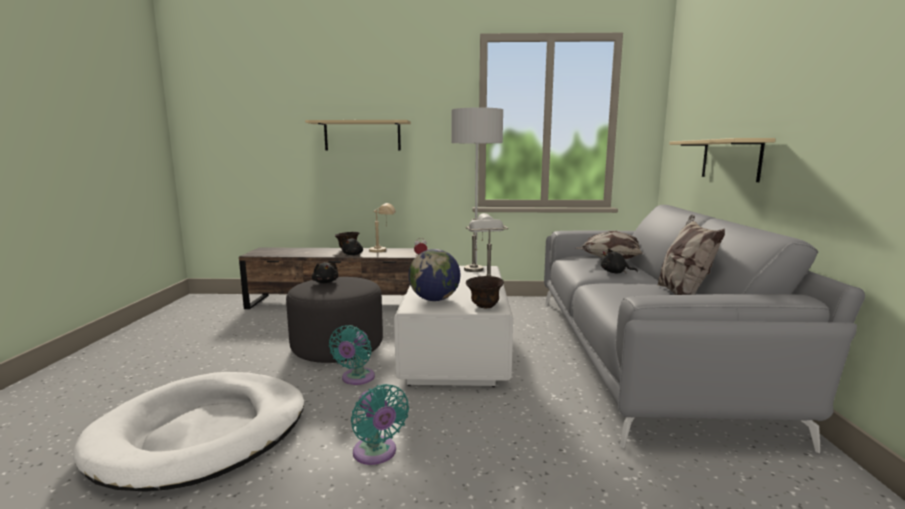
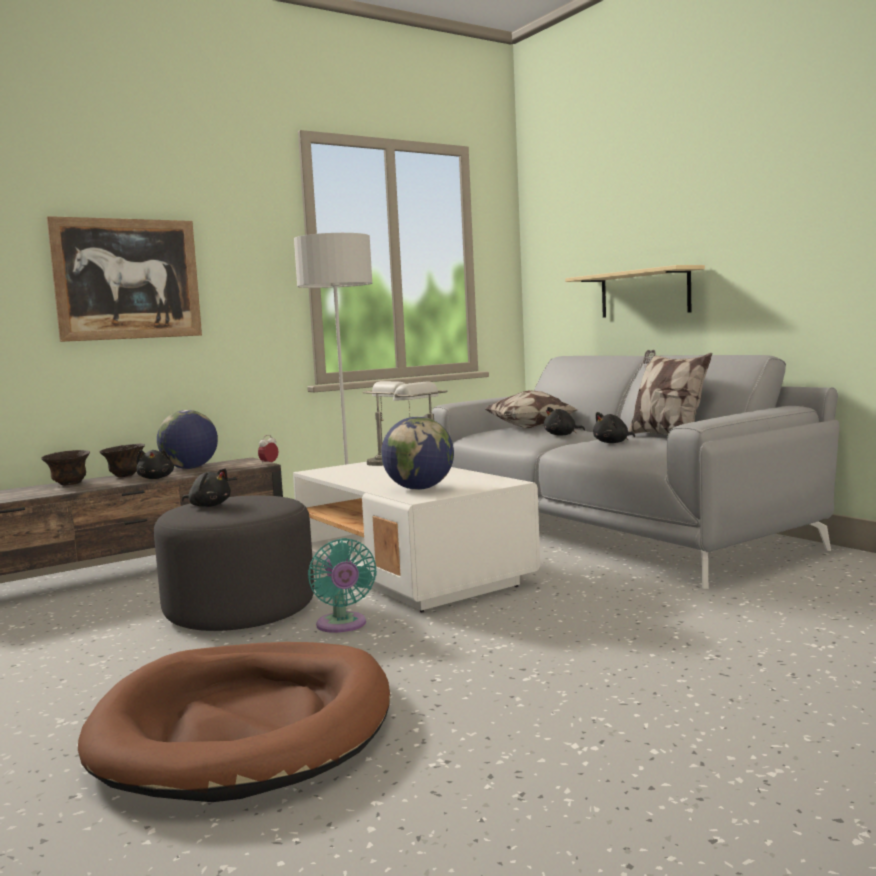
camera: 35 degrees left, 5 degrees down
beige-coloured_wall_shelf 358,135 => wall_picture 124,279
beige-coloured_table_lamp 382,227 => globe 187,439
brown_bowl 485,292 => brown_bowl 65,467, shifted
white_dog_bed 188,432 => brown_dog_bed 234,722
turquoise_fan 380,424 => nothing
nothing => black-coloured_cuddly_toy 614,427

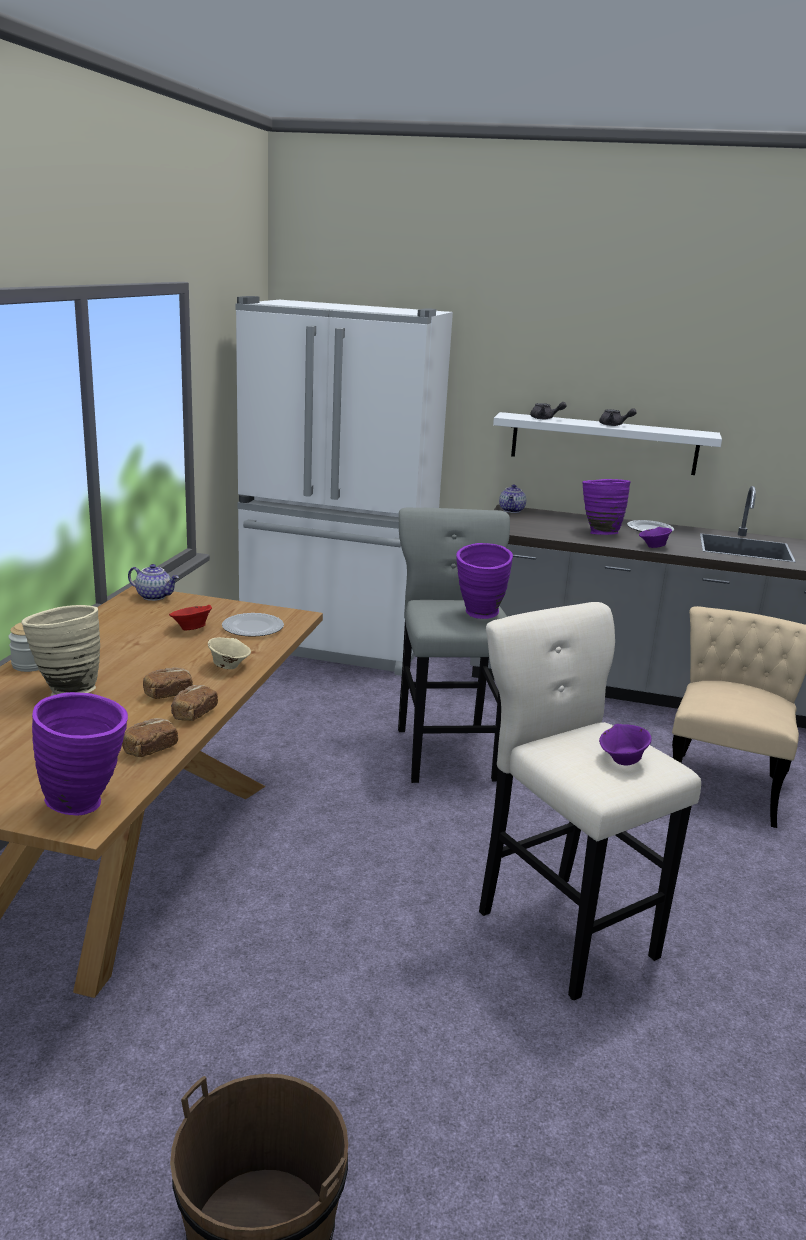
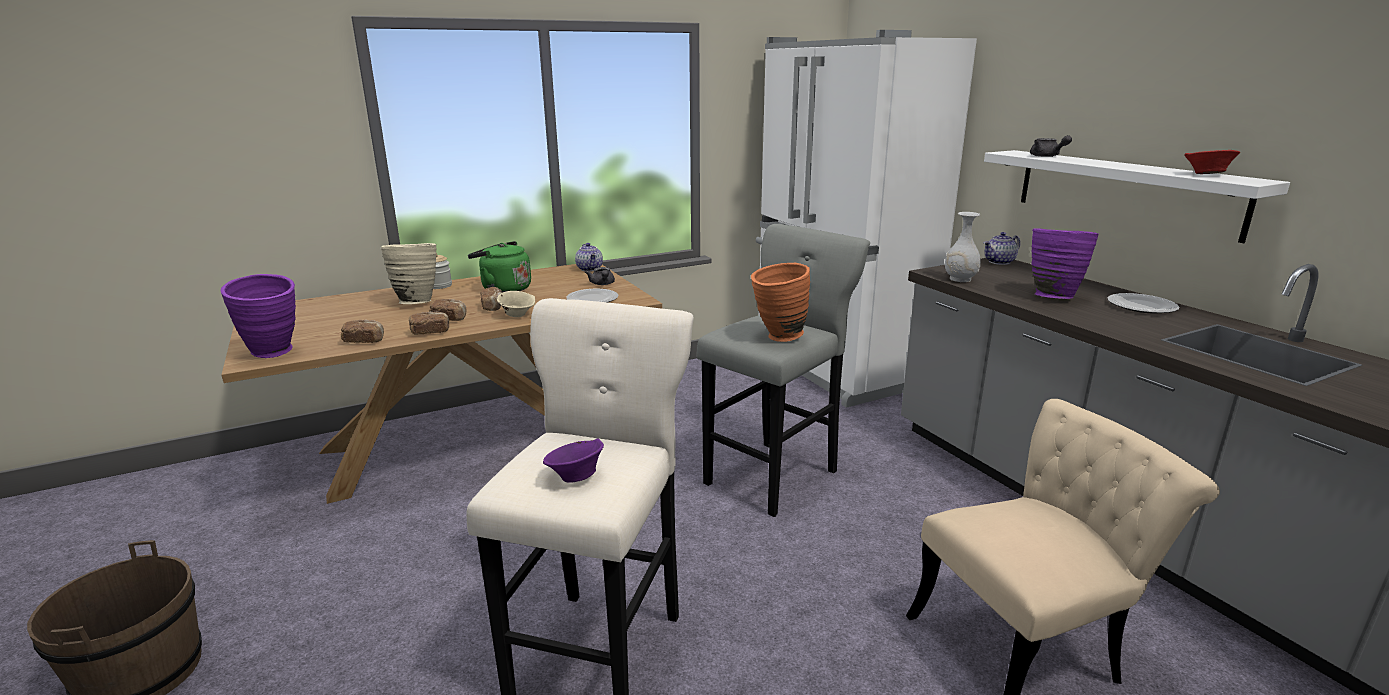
camera: 50 degrees right, 0 degrees up
greyish_tea_pot 618,417 => greyish_tea_pot 600,276, shifted
purple_bowl 655,537 => nothing
purple_vase 484,581 => orange-coloured_vase 780,302
reddish_bowl 190,617 => reddish_bowl 1212,162, shifted
nothing => white_vase 963,247
nothing => green-coloured_water_kettle 499,267
nothing => bread 491,299

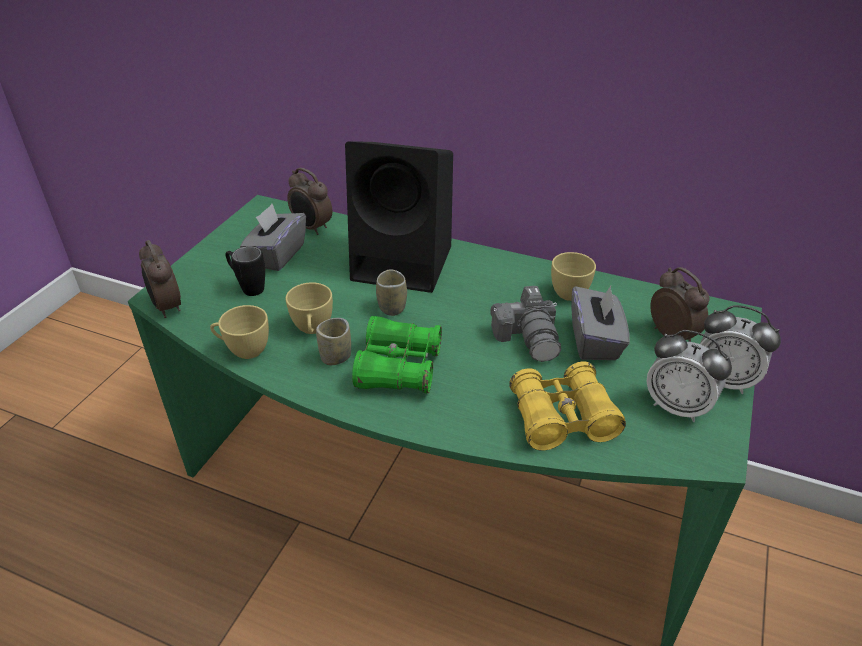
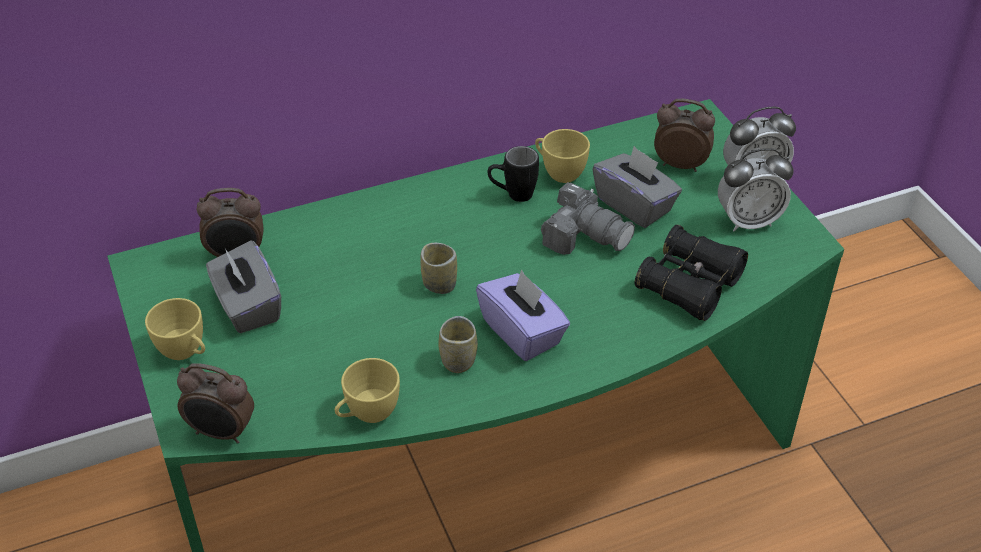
camera: 45 degrees left, 5 degrees up
black-coloured_loudspeaker 399,217 => nothing
black-coloured_tea_mug 245,271 => black-coloured_tea_mug 513,174, shifted
yellow_small_cup 309,308 => yellow_small_cup 175,329, shifted
green-coloured_pair_of_binoculars 397,355 => purple_tissue_holder 523,315
yellow_pair_of_binoculars 567,406 => black-coloured_pair_of_binoculars 691,273

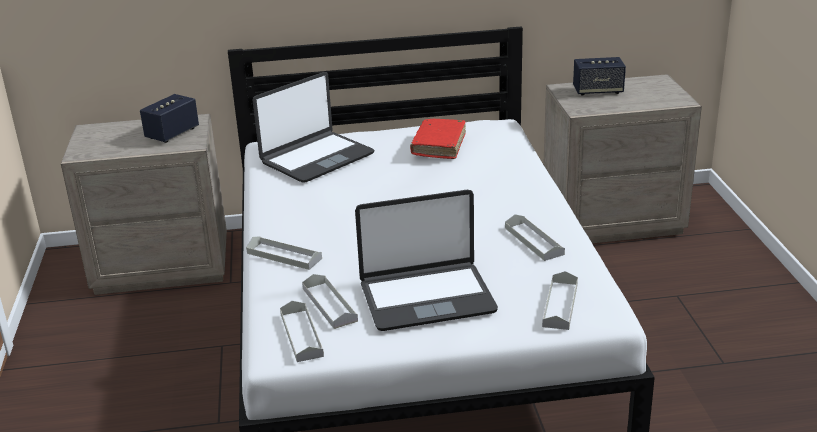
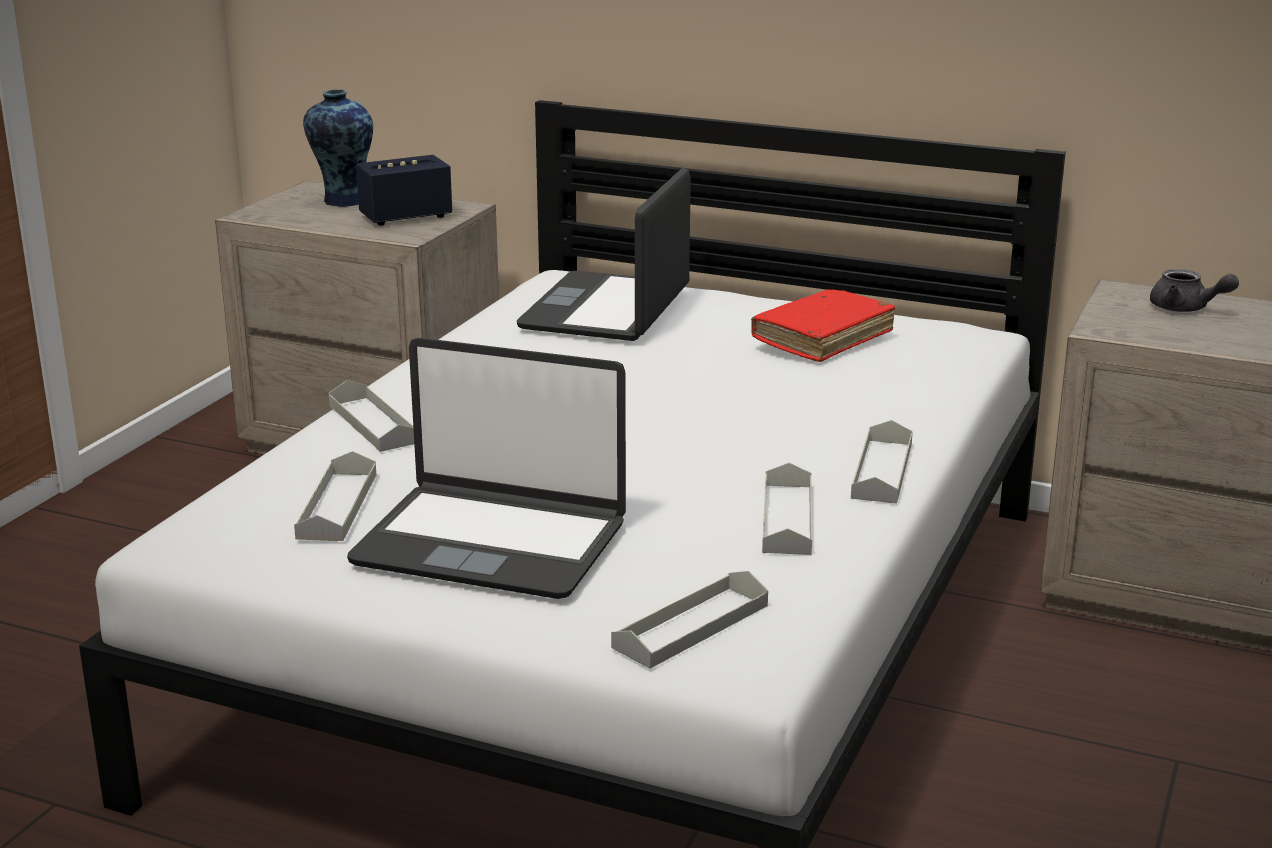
camera: 30 degrees right, 5 degrees down
loudspeaker 599,76 => greyish_tea_pot 1194,290
portable_computer 313,127 => portable_computer 604,254, 120 degrees clockwise
greyish_tray 302,331 => greyish_tray 882,462, shifted
nothing => vase 338,148

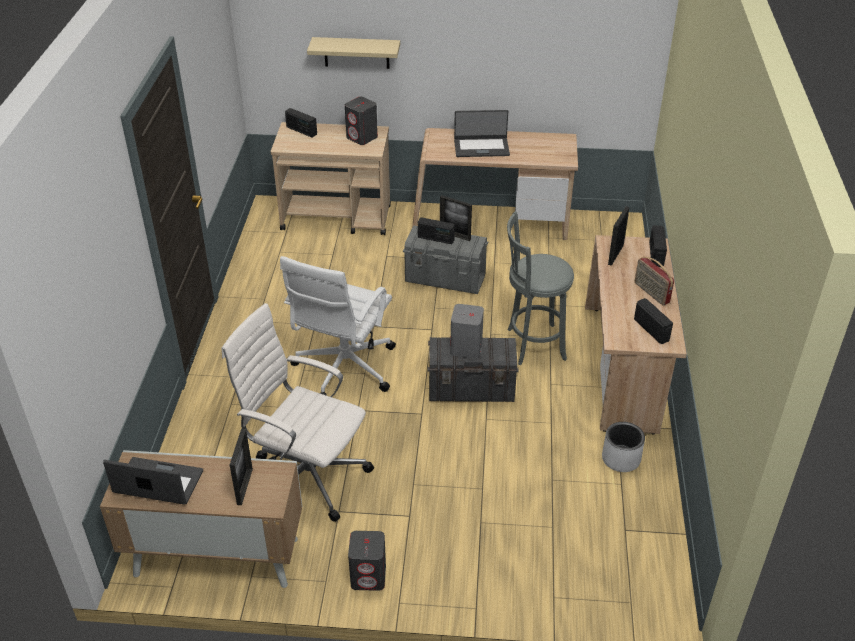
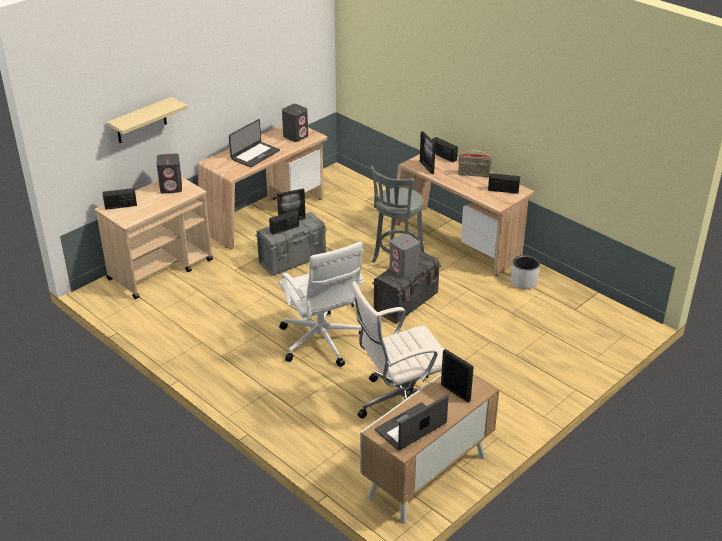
camera: 50 degrees left, 5 degrees down
greyish_loudspeaker 367,561 => greyish_loudspeaker 295,123, shifted

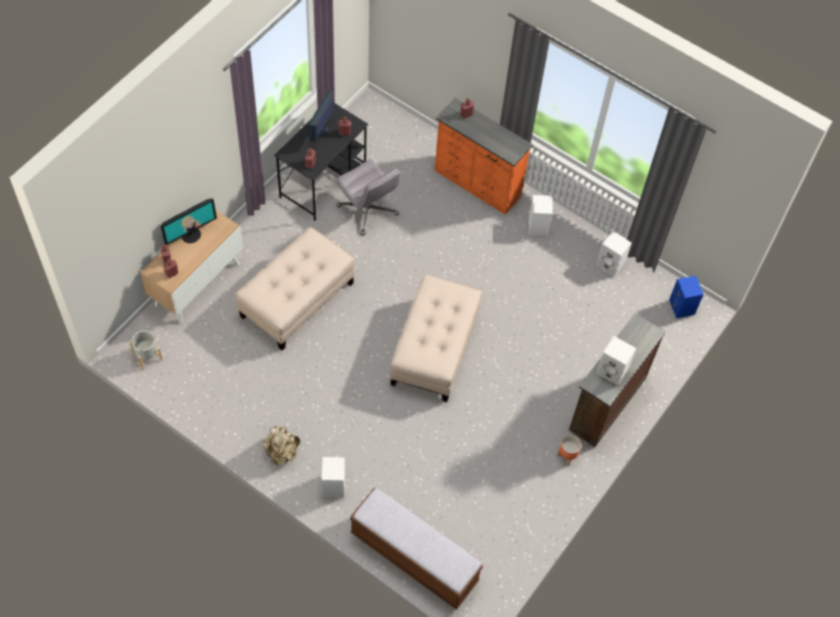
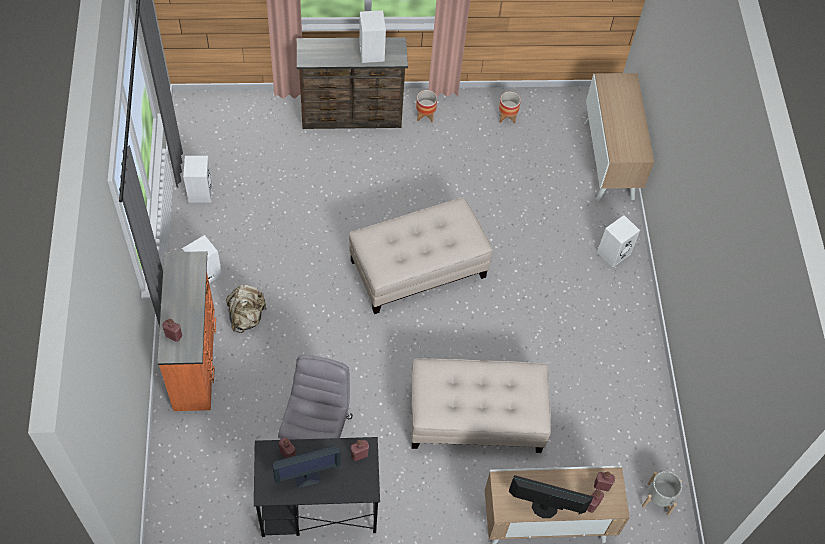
camera: 130 degrees left, 0 degrees up
blue_loudspeaker 686,297 => nothing
beige-coloured_knapsack 281,445 => beige-coloured_knapsack 246,309, shifted
long_seat 416,549 => cupboard 619,137
nothing => flower_pot 510,107

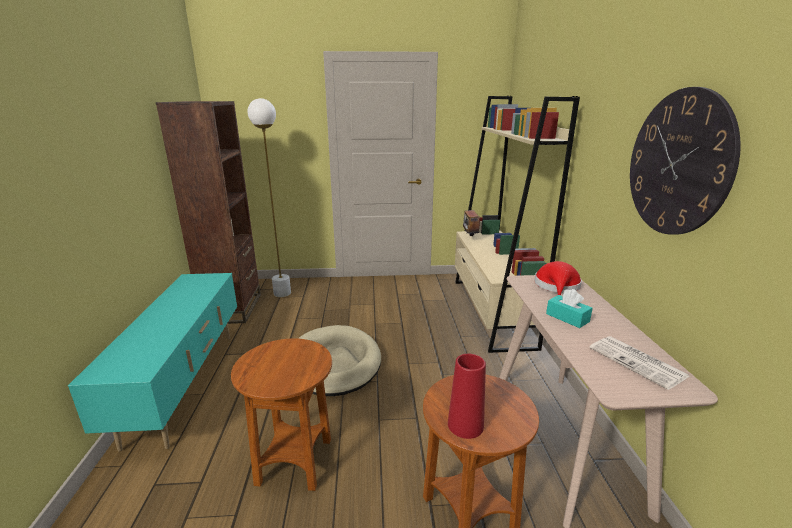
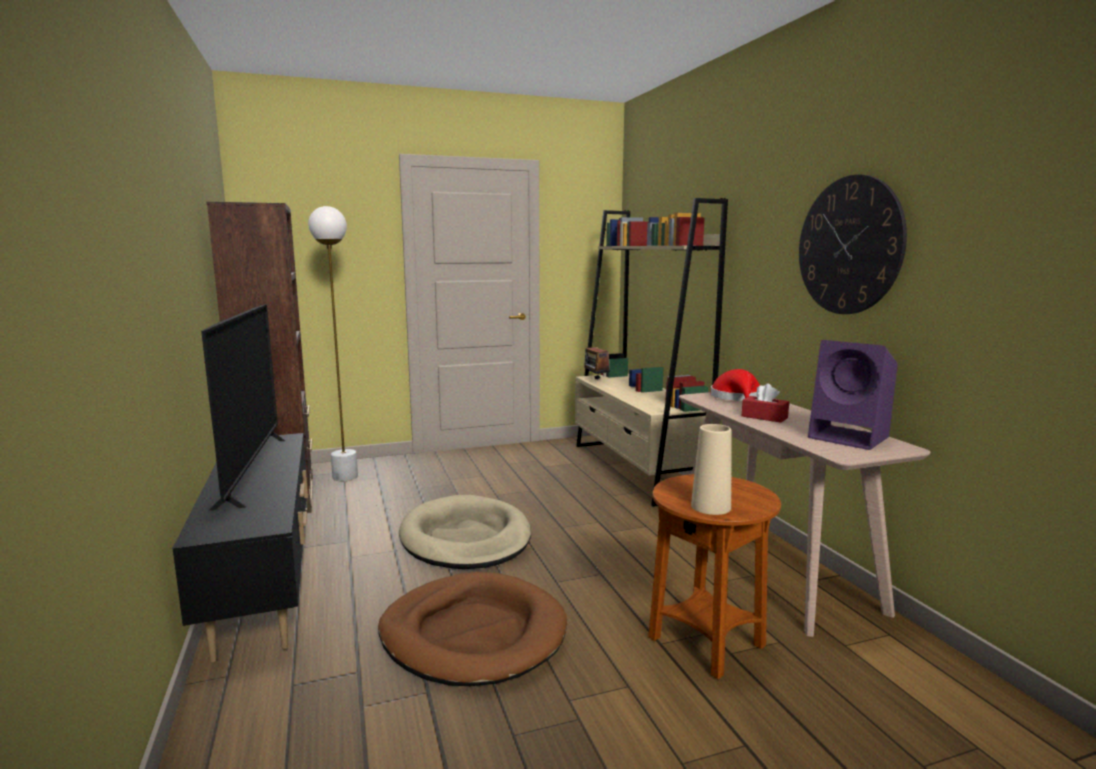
camera: 15 degrees left, 10 degrees down
turquoise_tv_unit 152,362 => black-coloured_tv_unit 240,548
turquoise_tissue_holder 569,308 => reddish_tissue_holder 765,403
daily_paper 639,363 => purple_loudspeaker 853,395
brown_accent_table 281,414 => brown_dog_bed 472,629
reddish_vase 467,396 => beige-coloured_vase 711,469
nothing => TV_set 243,407

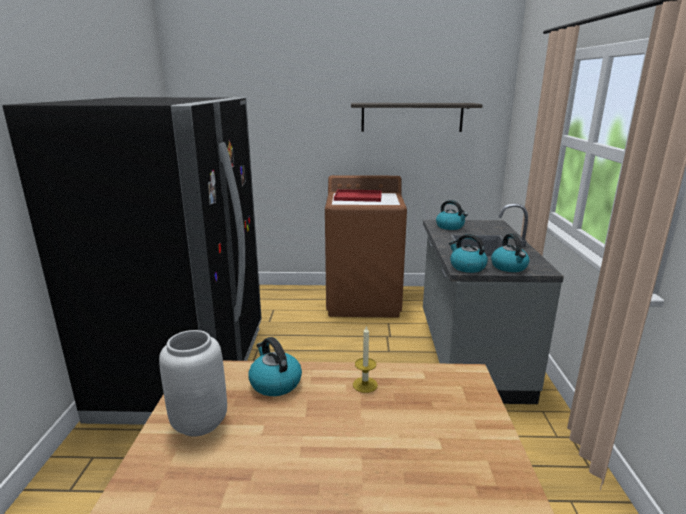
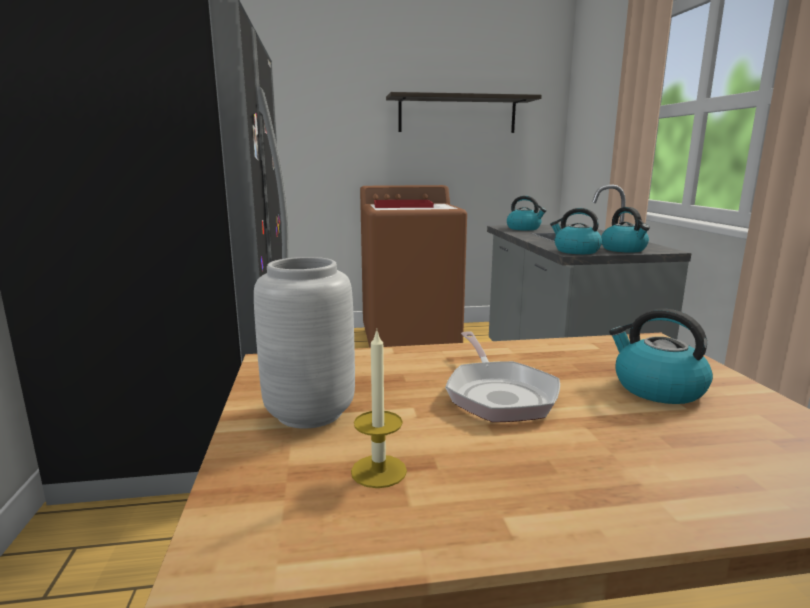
camera: 10 degrees left, 5 degrees down
wax_light 365,359 => wax_light 379,408, shifted
water_kettle 275,366 => water_kettle 661,356, shifted
nothing => frying_pan 502,376

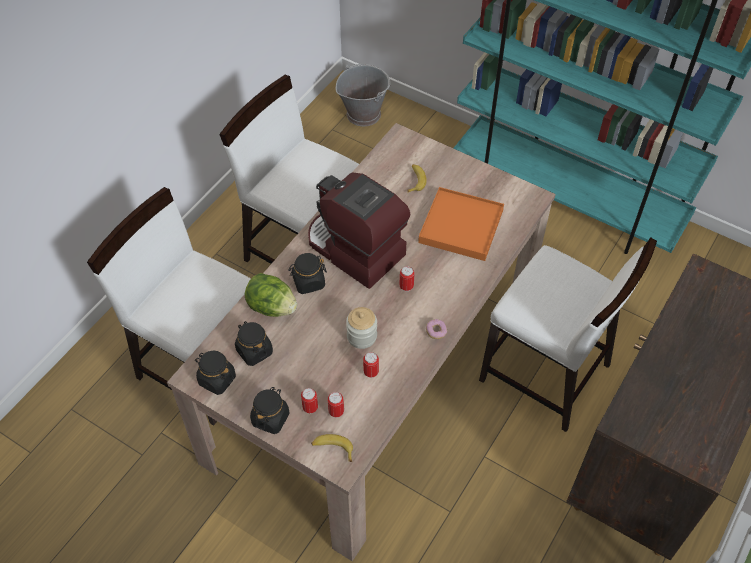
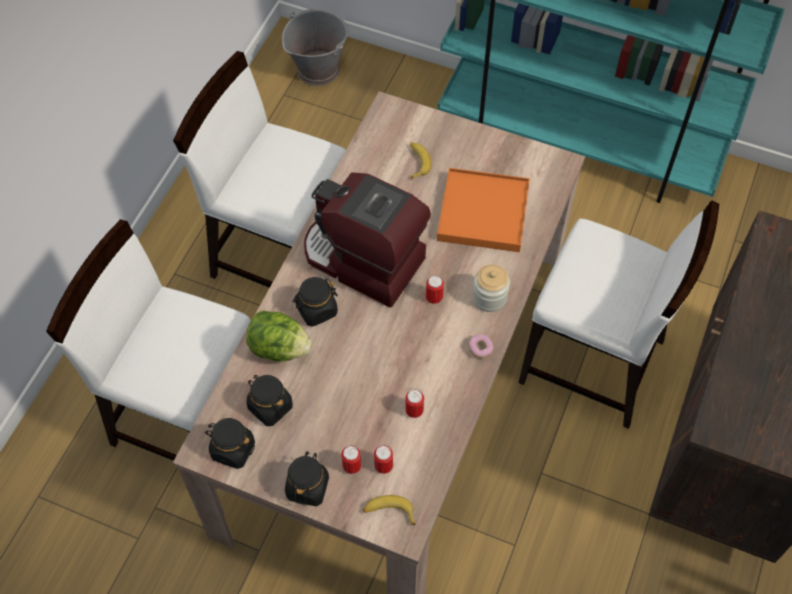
camera: 10 degrees left, 5 degrees up
jar 361,328 => jar 491,288, shifted

